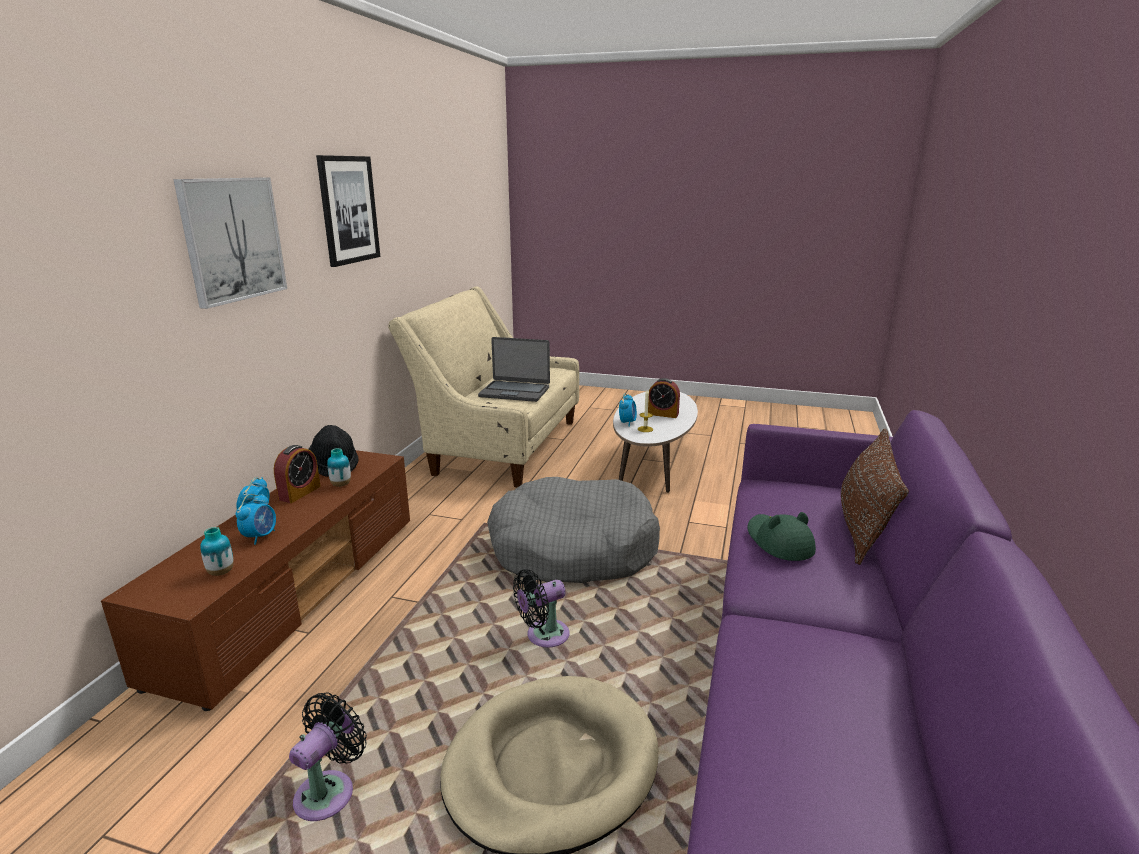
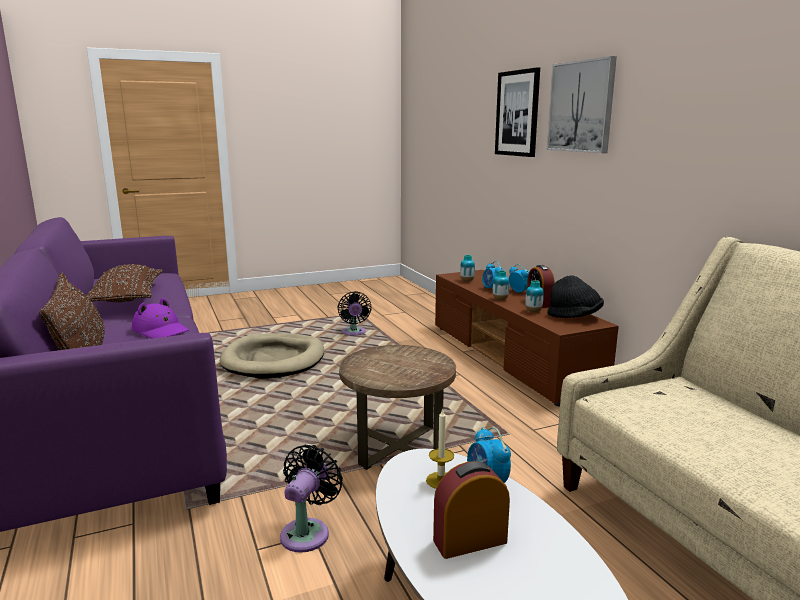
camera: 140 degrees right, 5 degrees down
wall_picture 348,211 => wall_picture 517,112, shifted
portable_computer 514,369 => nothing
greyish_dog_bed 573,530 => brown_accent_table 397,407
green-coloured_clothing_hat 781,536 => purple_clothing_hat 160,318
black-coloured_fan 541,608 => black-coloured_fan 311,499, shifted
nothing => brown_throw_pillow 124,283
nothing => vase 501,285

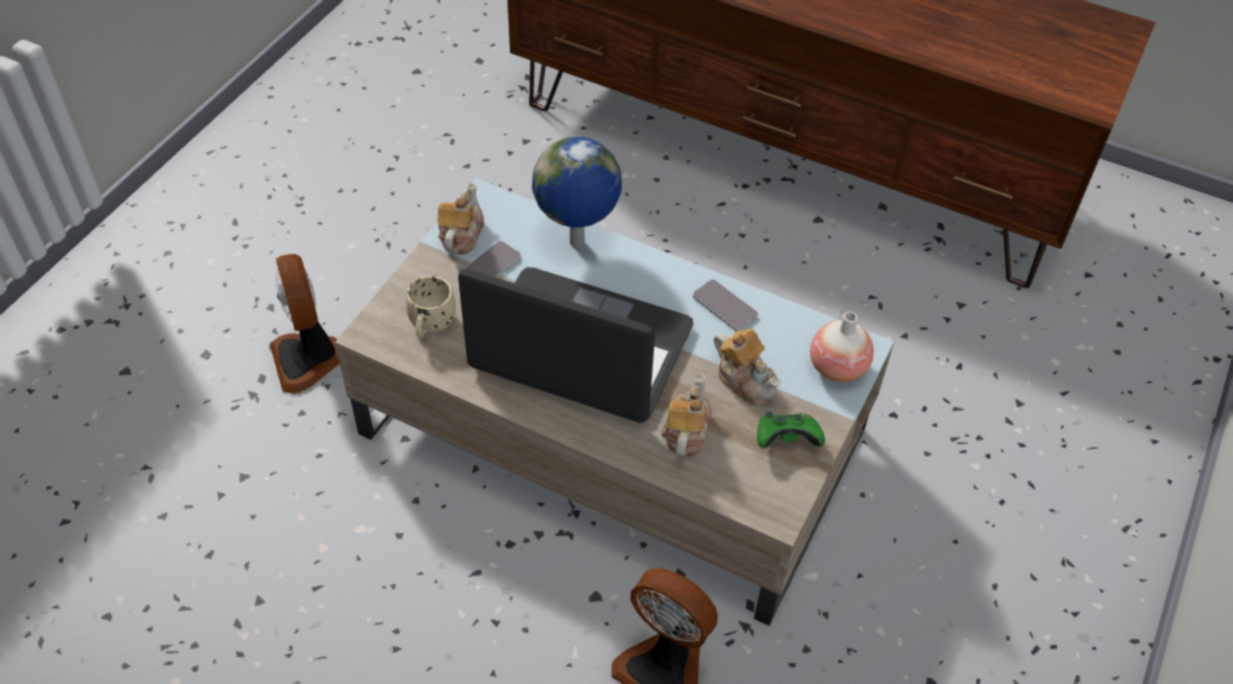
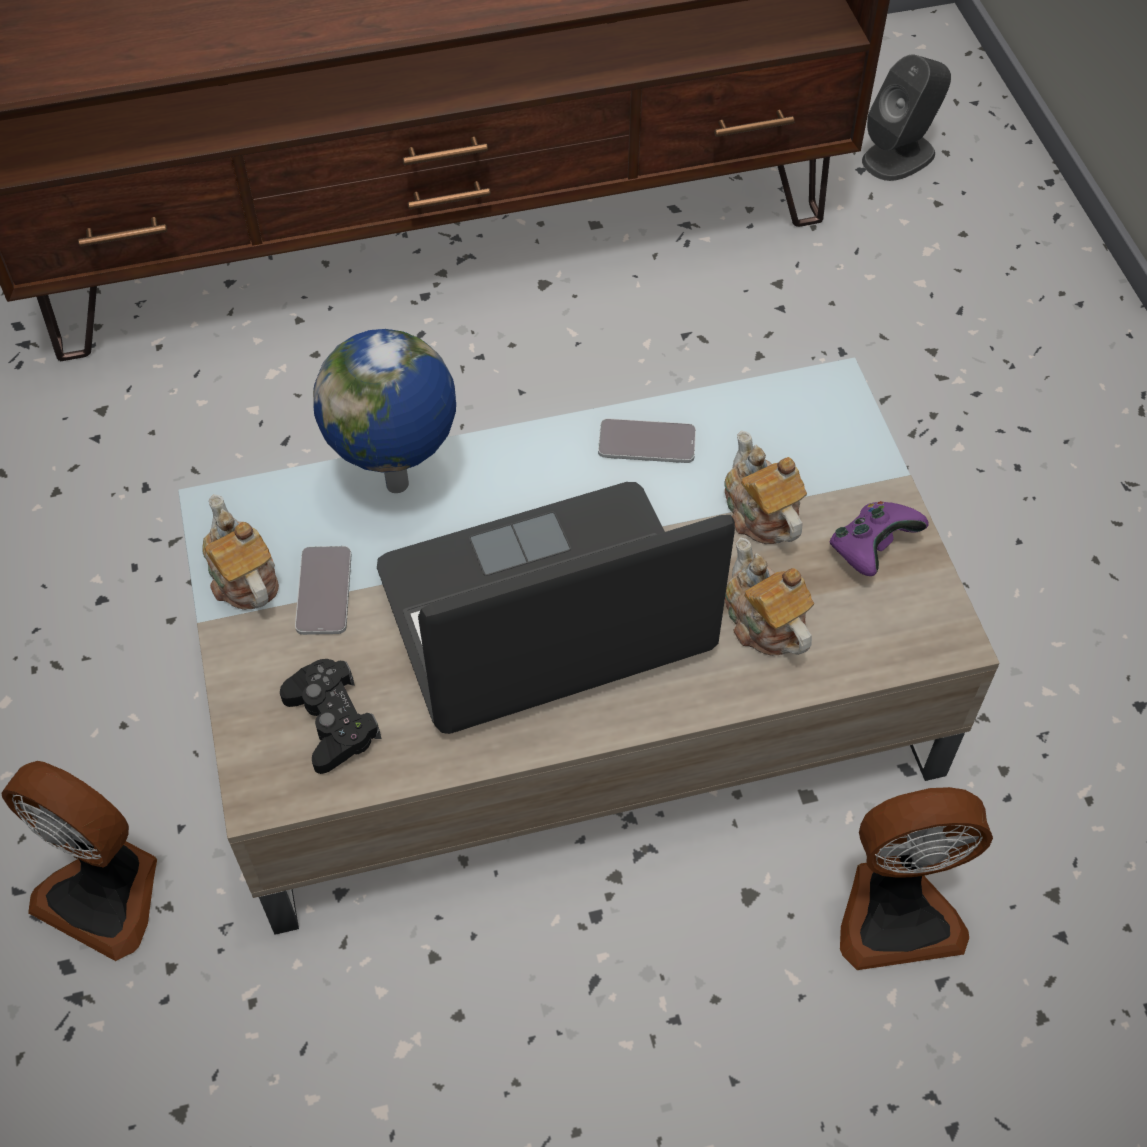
camera: 40 degrees left, 5 degrees up
beige-coloured_tea_mug 431,307 => black-coloured_game_controller 330,716
vase 842,347 => nothing
tea_pot 747,367 => tea_pot 765,487, 120 degrees counterclockwise
green-coloured_game_controller 791,430 => purple_game_controller 879,538
nothing => greyish_loudspeaker 906,118

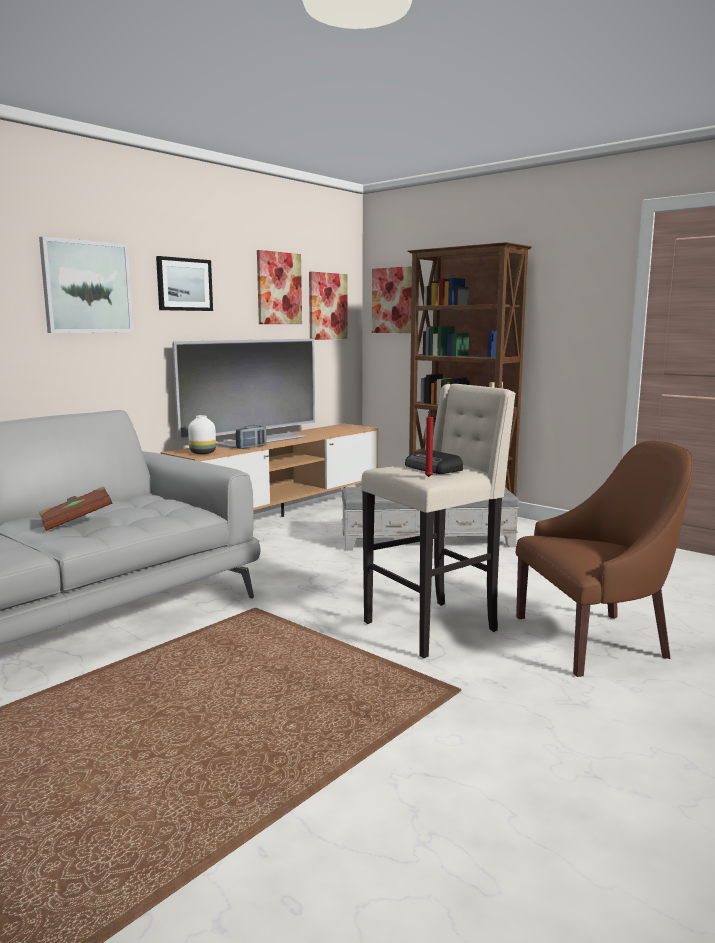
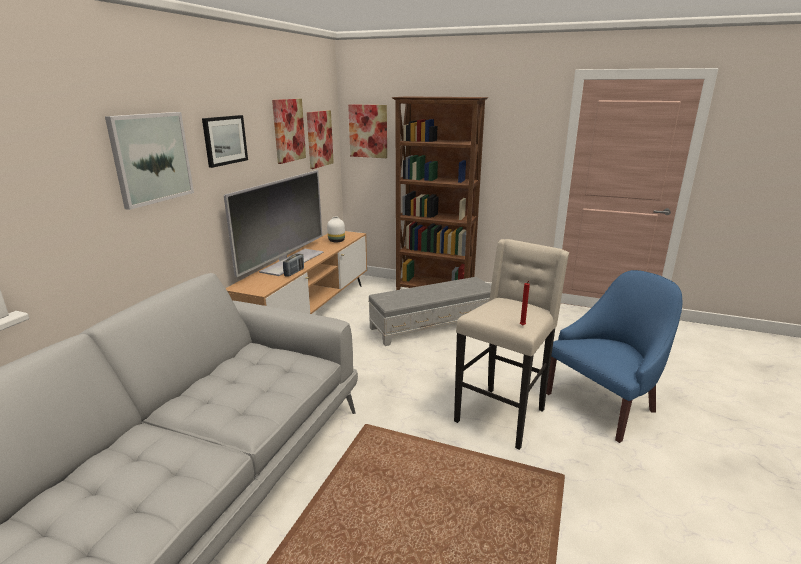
camera: 20 degrees left, 10 degrees up
white_vase 202,434 => white_vase 336,229, shifted
brown_armchair 604,559 => blue_armchair 614,356
radio 434,462 => nothing
brown_book 76,508 => nothing

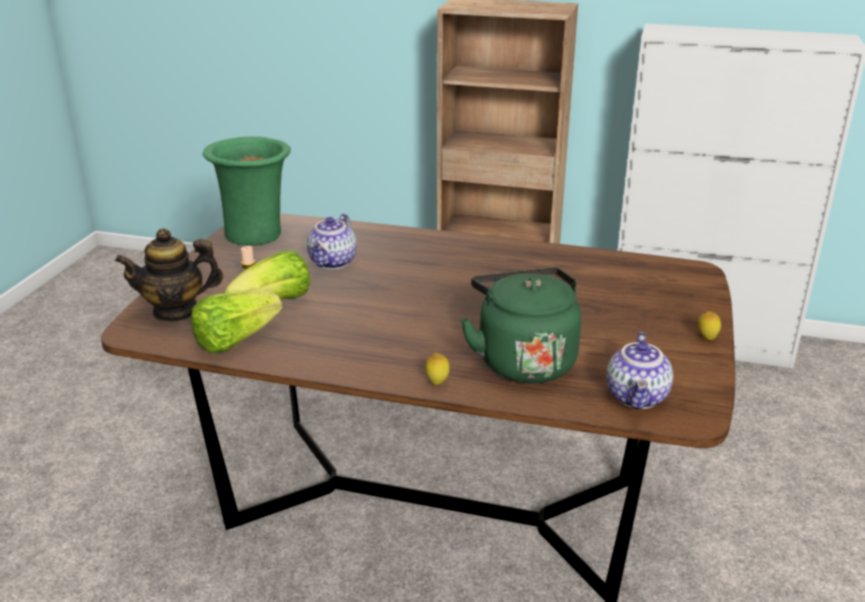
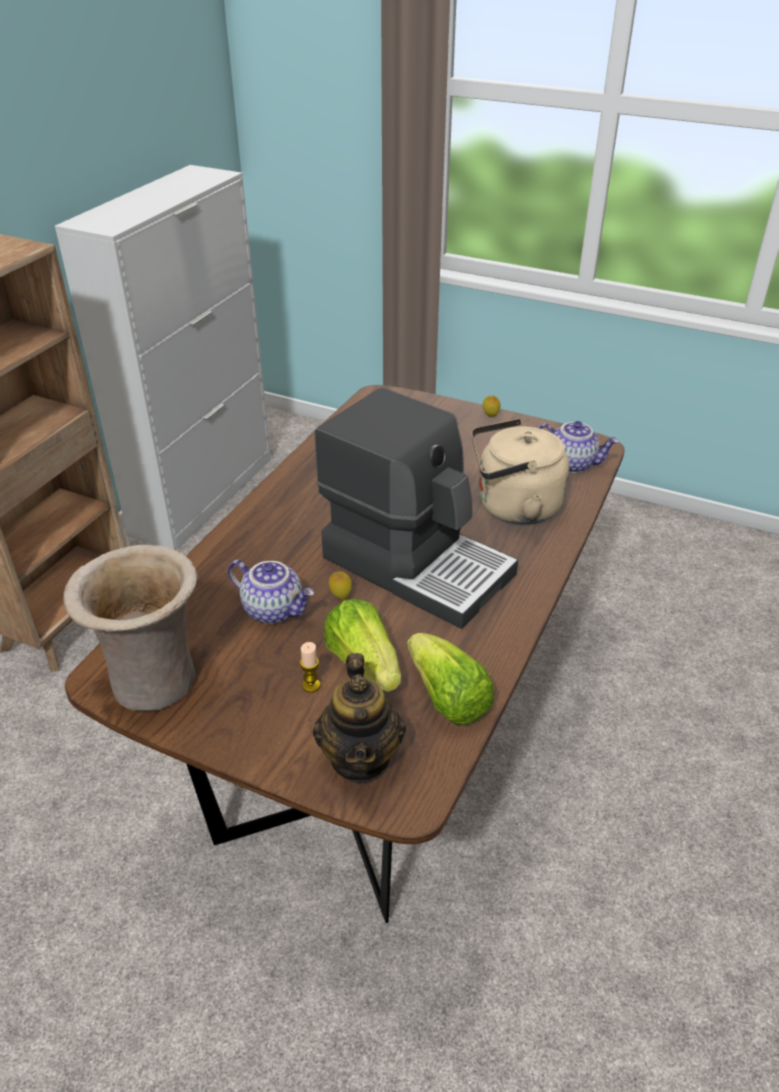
camera: 80 degrees left, 10 degrees up
green-coloured_vase 246,190 => beige-coloured_vase 130,628
green-coloured_water_kettle 521,325 => beige-coloured_water_kettle 520,471
whole_lemon 437,369 => whole_lemon 340,585, shifted
nothing => coffee_machine 416,508

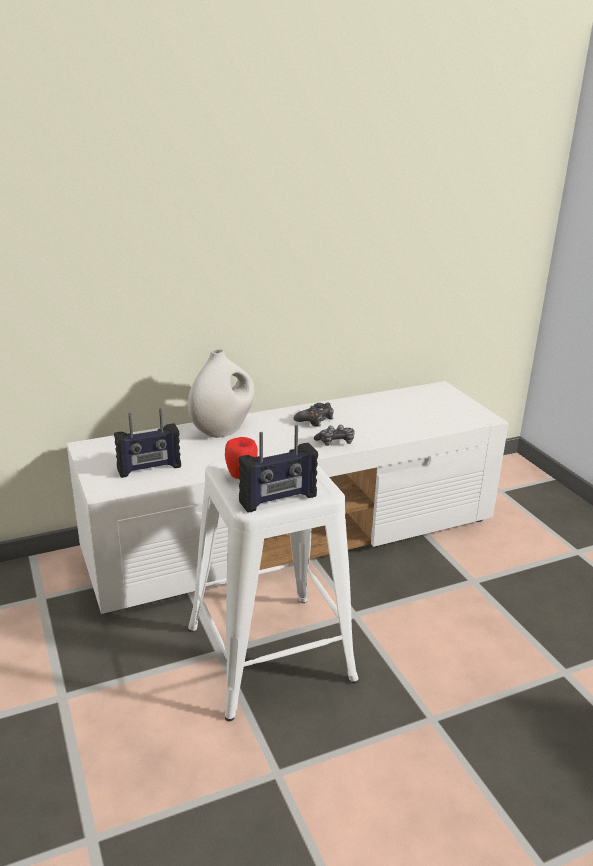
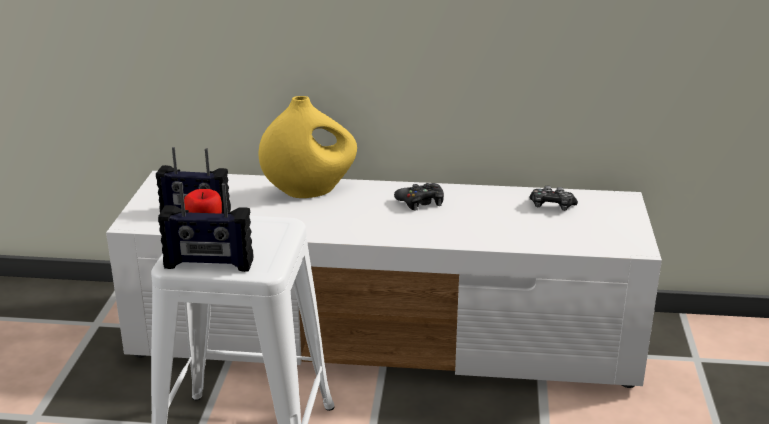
camera: 30 degrees right, 0 degrees up
white_vase 221,393 => yellow_vase 308,147
game_controller 334,435 => game_controller 554,198, shifted

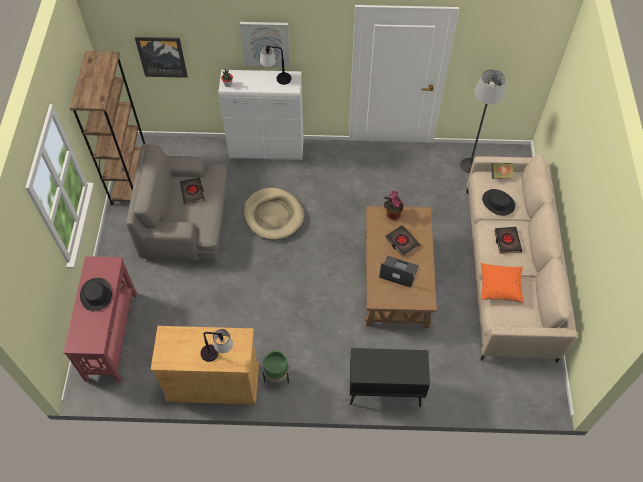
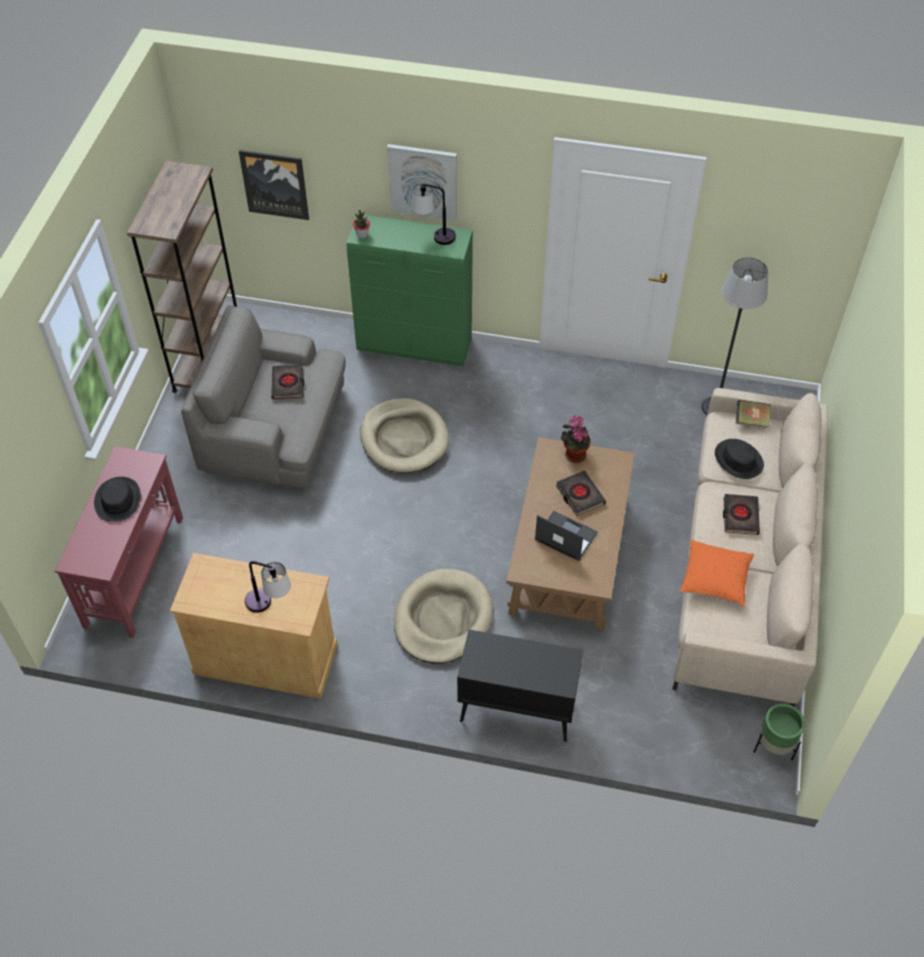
camera: 10 degrees right, 5 degrees down
white_cupboard 261,115 => green-coloured_cupboard 410,290
green-coloured_flower_pot 276,367 => green-coloured_flower_pot 779,732, shifted
nothing => beige-coloured_dog_bed 443,616

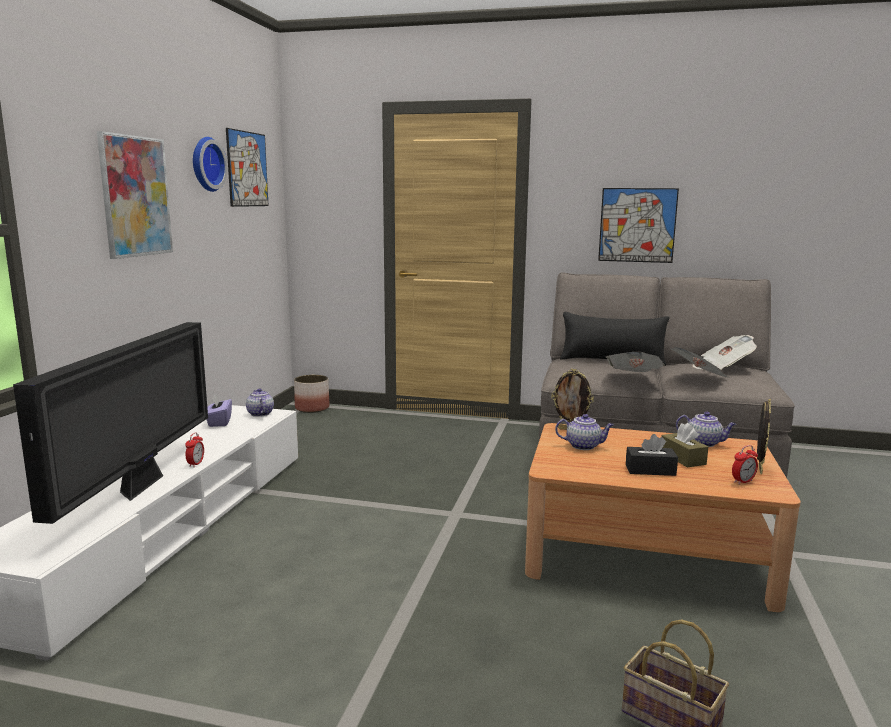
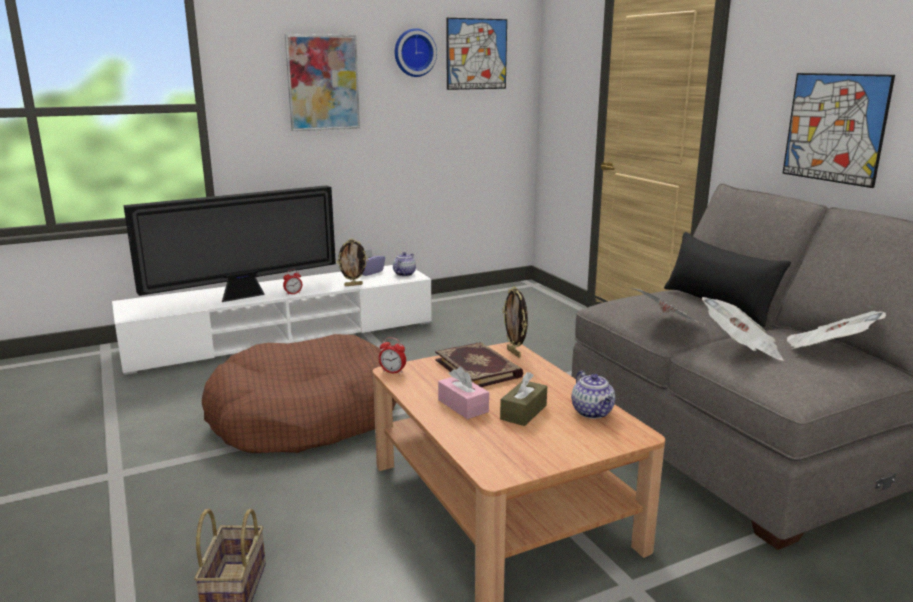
camera: 50 degrees right, 5 degrees up
flower_pot 311,394 => nothing
standing_frame 764,436 => standing_frame 352,262, shifted
tea_pot 584,432 => book 479,364
black-coloured_tissue_holder 652,455 => pink-coloured_tissue_holder 463,393
bedside_clock 745,464 => bedside_clock 392,356, shifted
nothing => brown_dog_bed 299,393

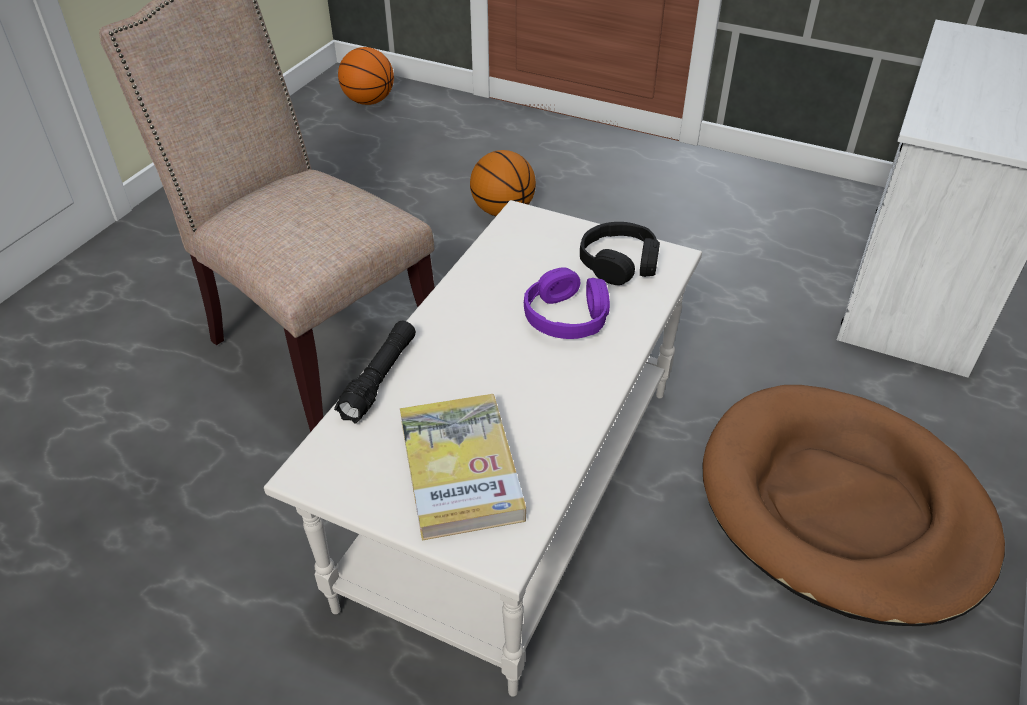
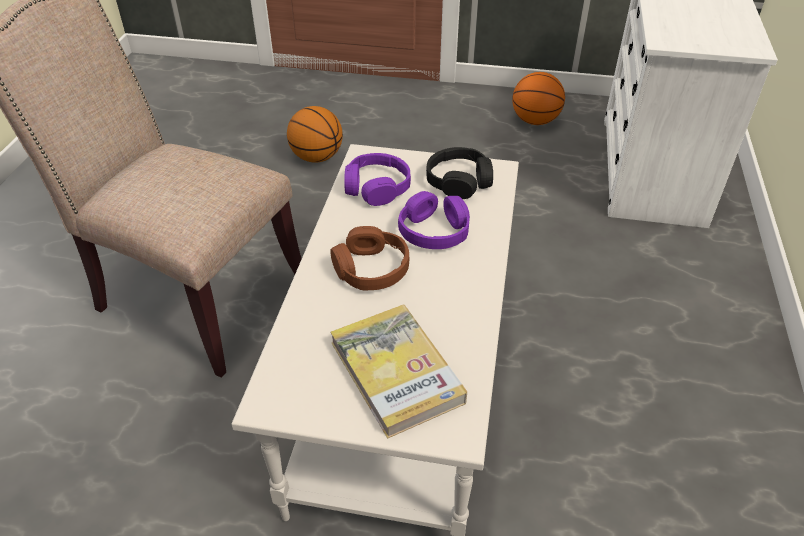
camera: 15 degrees left, 0 degrees up
ball_for_basketball 366,76 => ball_for_basketball 538,98, shifted
black-coloured_hand_torch 375,372 => nothing
brown_dog_bed 853,505 => nothing
nothing => purple_headphones 377,179
nothing => brown_headphones 370,258

